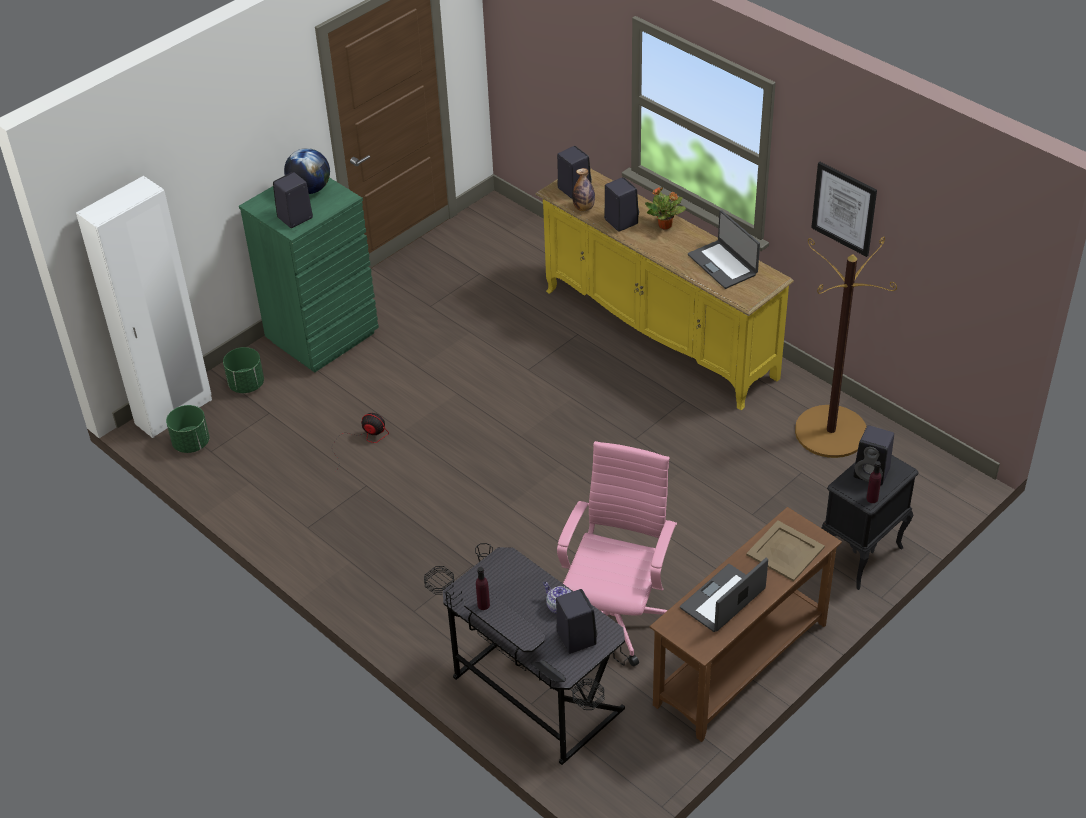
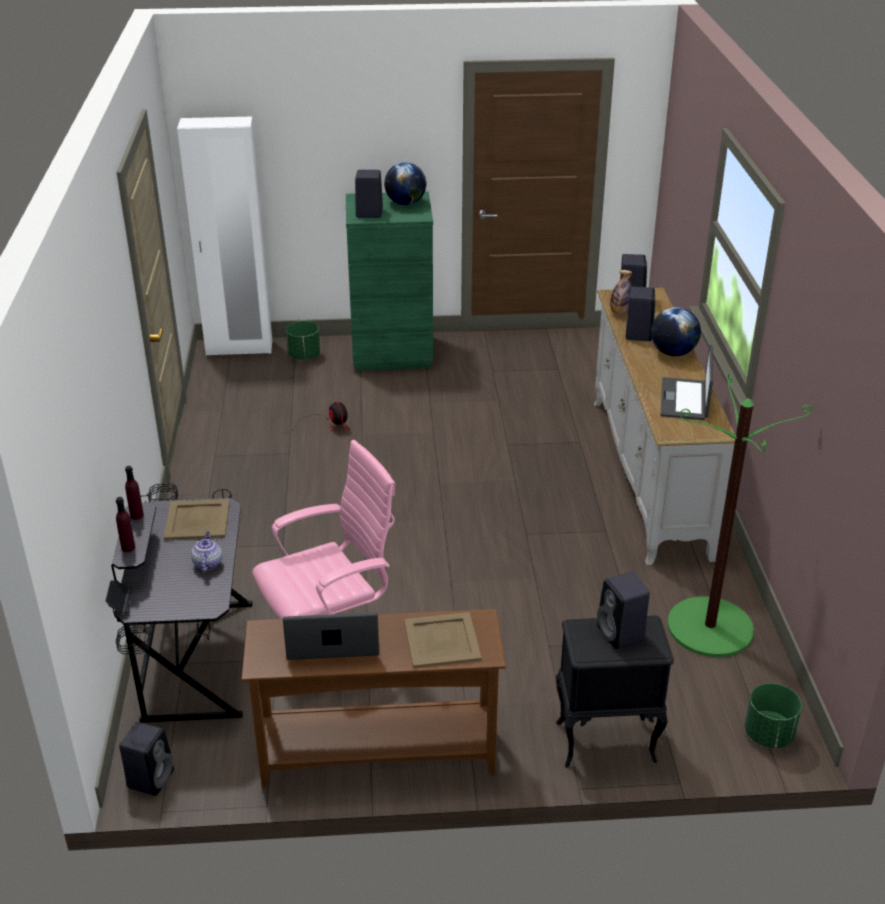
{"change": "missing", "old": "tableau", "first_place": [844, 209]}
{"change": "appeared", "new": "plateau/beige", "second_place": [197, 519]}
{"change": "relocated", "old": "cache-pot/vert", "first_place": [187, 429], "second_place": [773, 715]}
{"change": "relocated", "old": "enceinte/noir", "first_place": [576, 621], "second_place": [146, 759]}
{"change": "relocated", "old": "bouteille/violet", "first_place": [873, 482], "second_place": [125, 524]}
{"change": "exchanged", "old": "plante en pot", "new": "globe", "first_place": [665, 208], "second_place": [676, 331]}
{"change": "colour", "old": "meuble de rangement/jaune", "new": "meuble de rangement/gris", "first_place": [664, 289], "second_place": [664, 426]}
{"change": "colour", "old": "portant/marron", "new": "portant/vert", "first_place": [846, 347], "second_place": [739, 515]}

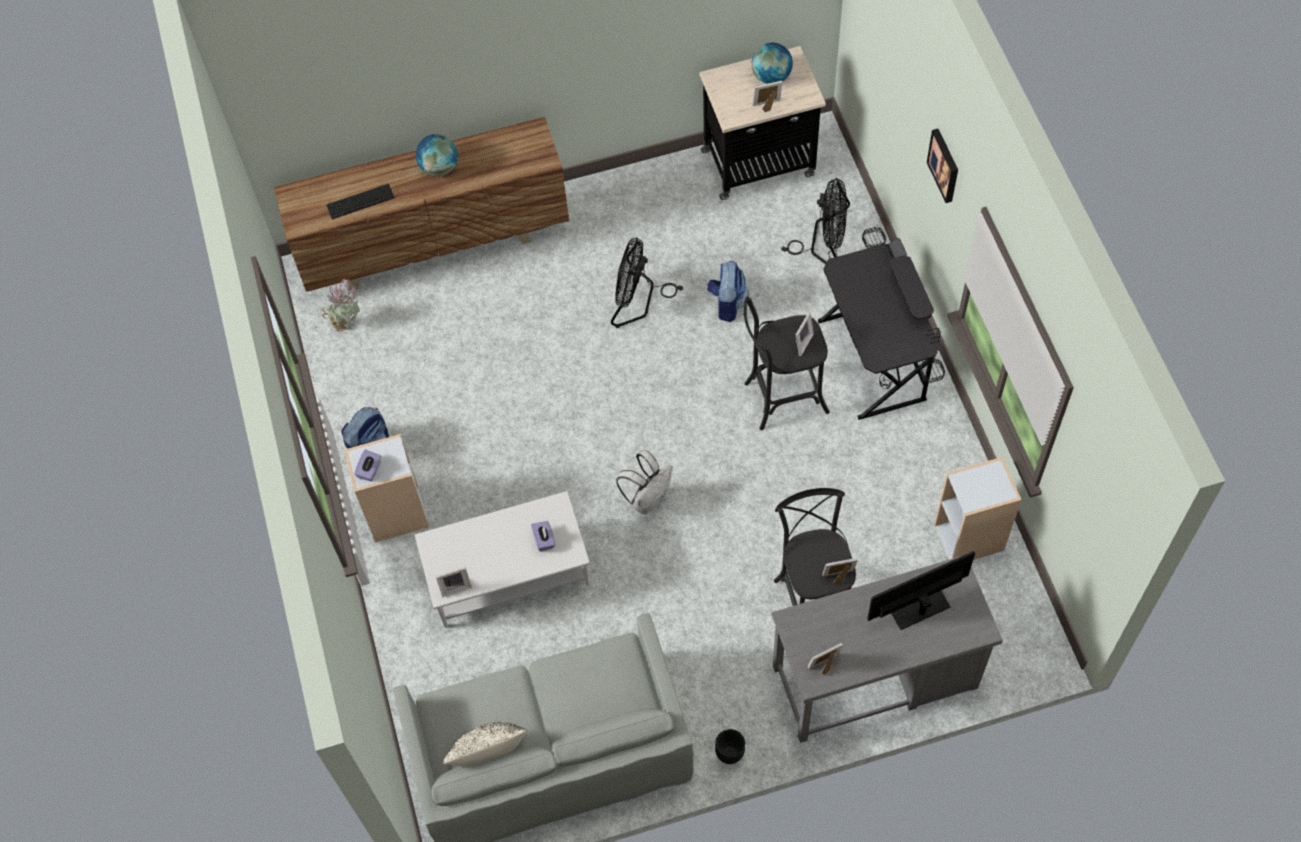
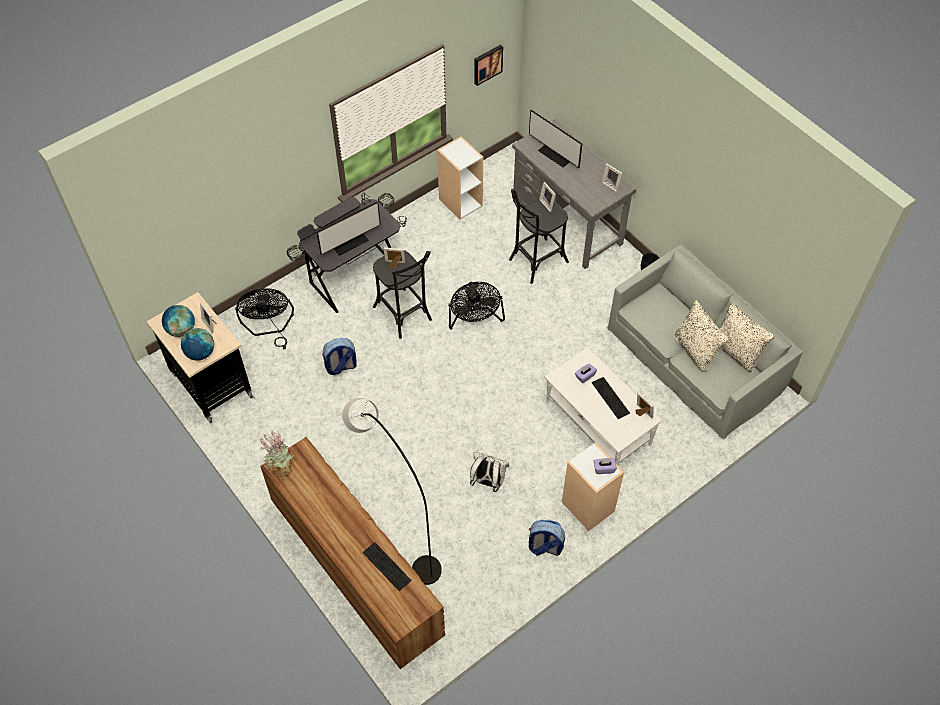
{"change": "appeared", "new": "écran d'ordinateur", "second_place": [349, 228]}
{"change": "appeared", "new": "lampadaire/gris", "second_place": [392, 491]}
{"change": "appeared", "new": "clavier", "second_place": [611, 398]}
{"change": "appeared", "new": "coussin/beige", "second_place": [701, 336]}
{"change": "relocated", "old": "plante en pot", "first_place": [340, 306], "second_place": [277, 455]}
{"change": "relocated", "old": "globe", "first_place": [437, 155], "second_place": [197, 344]}
{"change": "relocated", "old": "ventilateur/noir", "first_place": [647, 282], "second_place": [476, 306]}
{"change": "relocated", "old": "sac à dos/blanc", "first_place": [644, 482], "second_place": [489, 472]}
{"change": "relocated", "old": "tableau", "first_place": [942, 166], "second_place": [488, 65]}

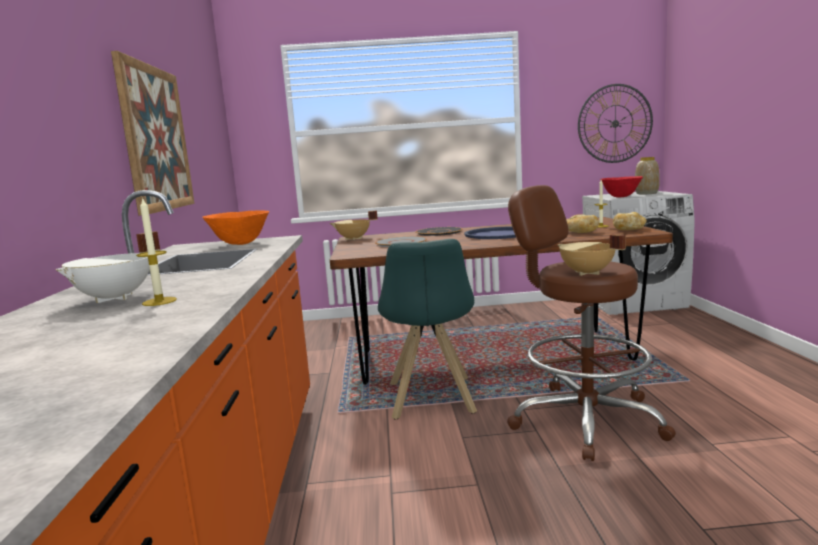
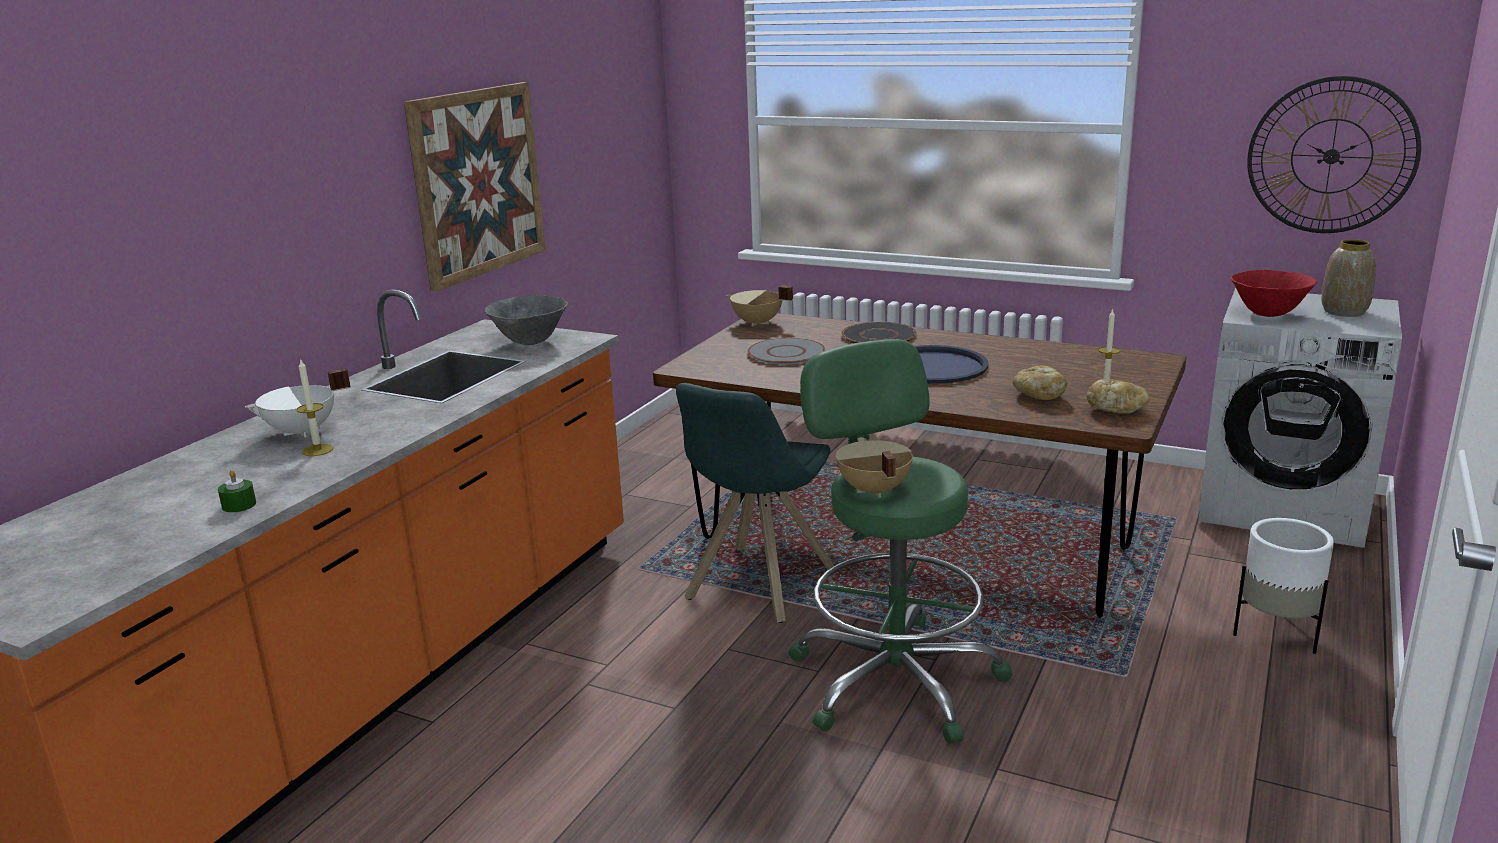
{"change": "appeared", "new": "bougie/vert", "second_place": [237, 491]}
{"change": "appeared", "new": "cache-pot/blanc", "second_place": [1283, 586]}
{"change": "colour", "old": "bol/orange", "new": "bol/gris", "first_place": [235, 227], "second_place": [526, 320]}
{"change": "colour", "old": "tabouret/marron", "new": "tabouret/vert", "first_place": [591, 323], "second_place": [901, 541]}

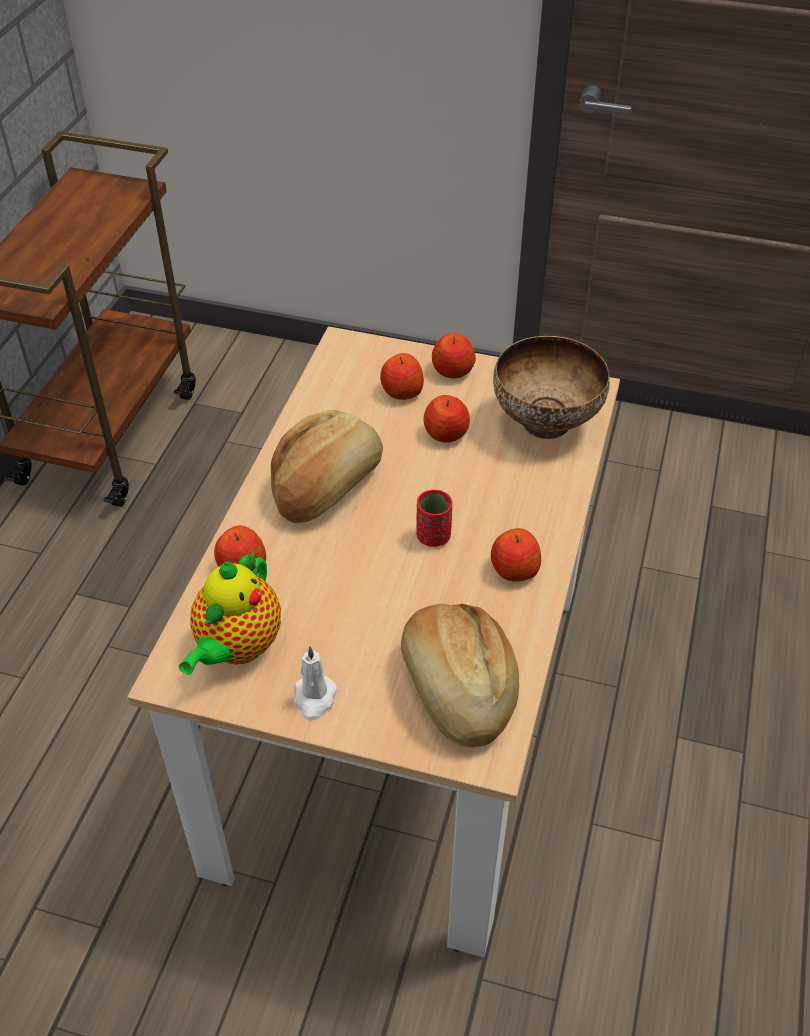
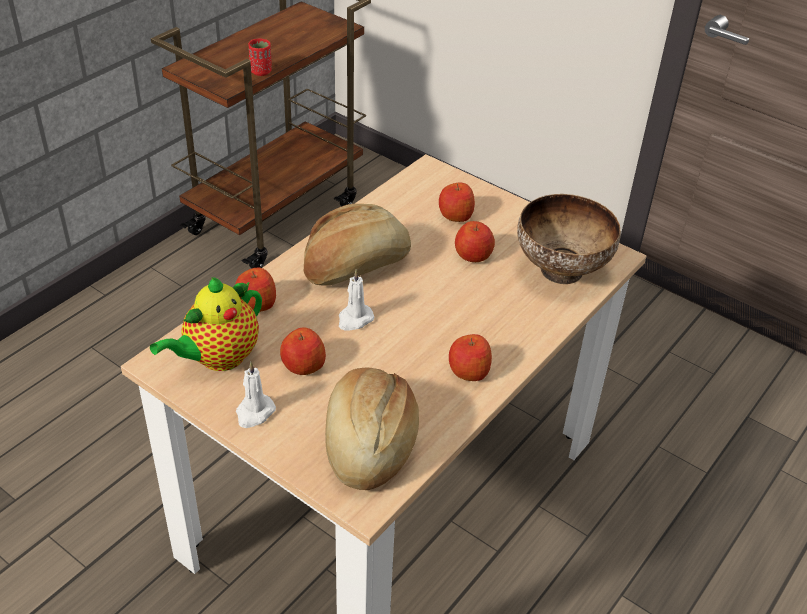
{"change": "appeared", "new": "bougie/blanc", "second_place": [356, 300]}
{"change": "relocated", "old": "tasse/rouge", "first_place": [434, 518], "second_place": [260, 57]}
{"change": "relocated", "old": "pomme", "first_place": [454, 355], "second_place": [303, 351]}

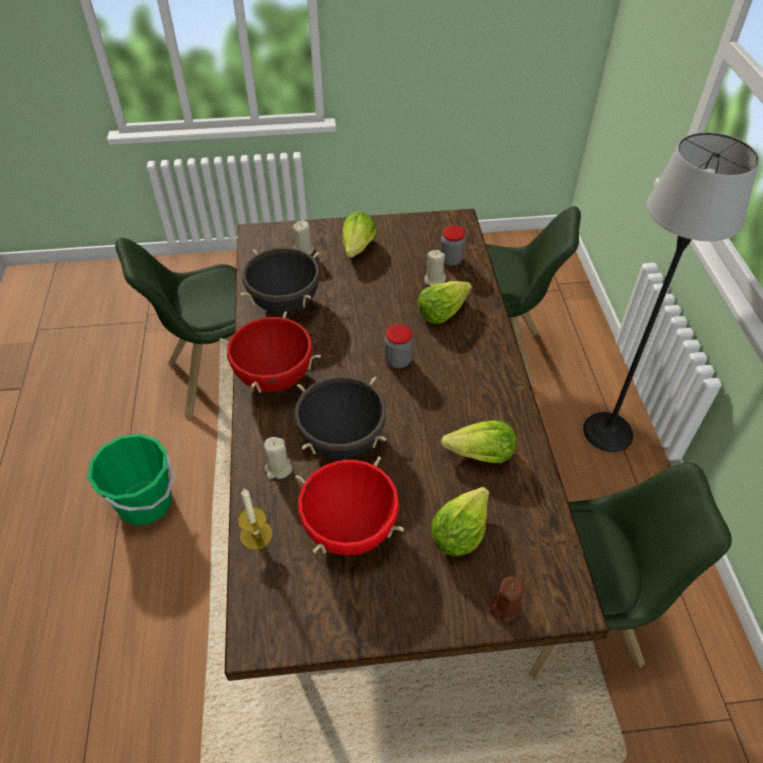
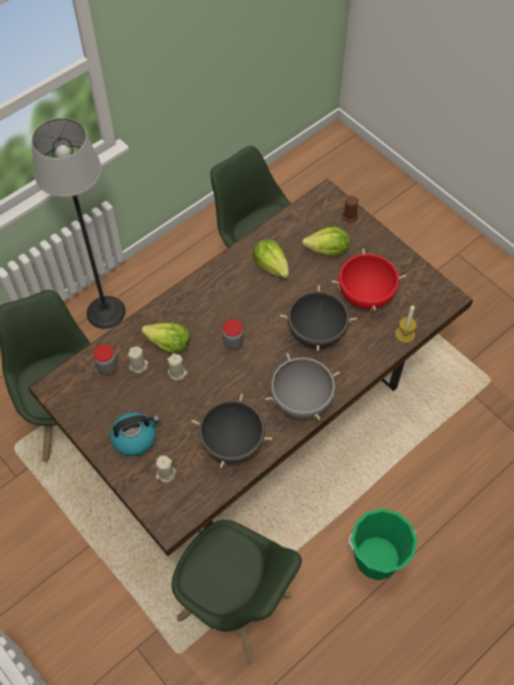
{"change": "relocated", "old": "bougie/beige", "first_place": [278, 458], "second_place": [177, 367]}
{"change": "exchanged", "old": "laitue", "new": "bouilloire", "first_place": [359, 234], "second_place": [135, 434]}
{"change": "colour", "old": "marmite/rouge", "new": "marmite/gris", "first_place": [270, 352], "second_place": [303, 386]}

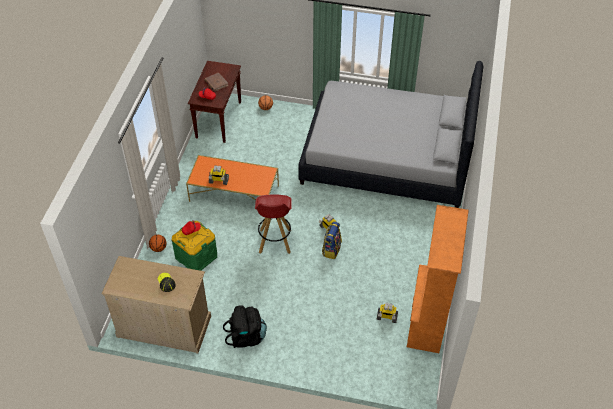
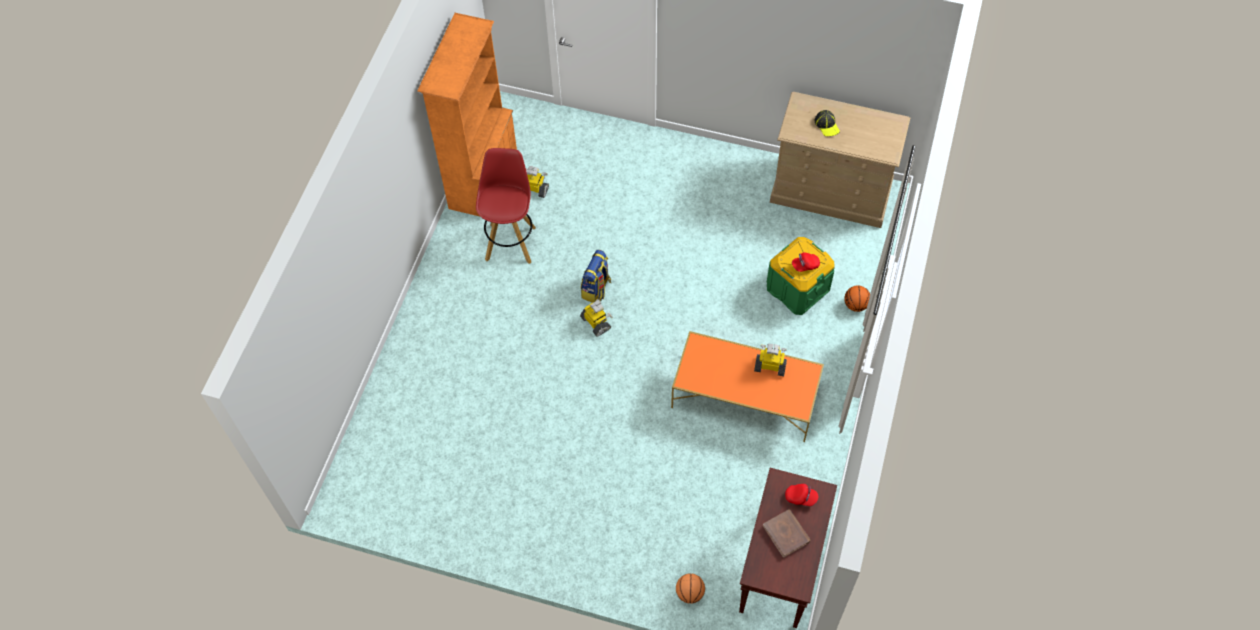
{"change": "missing", "old": "sac à dos/noir", "first_place": [245, 326]}
{"change": "missing", "old": "lit/gris", "first_place": [390, 134]}
{"change": "relocated", "old": "tabouret/rouge", "first_place": [273, 224], "second_place": [506, 206]}

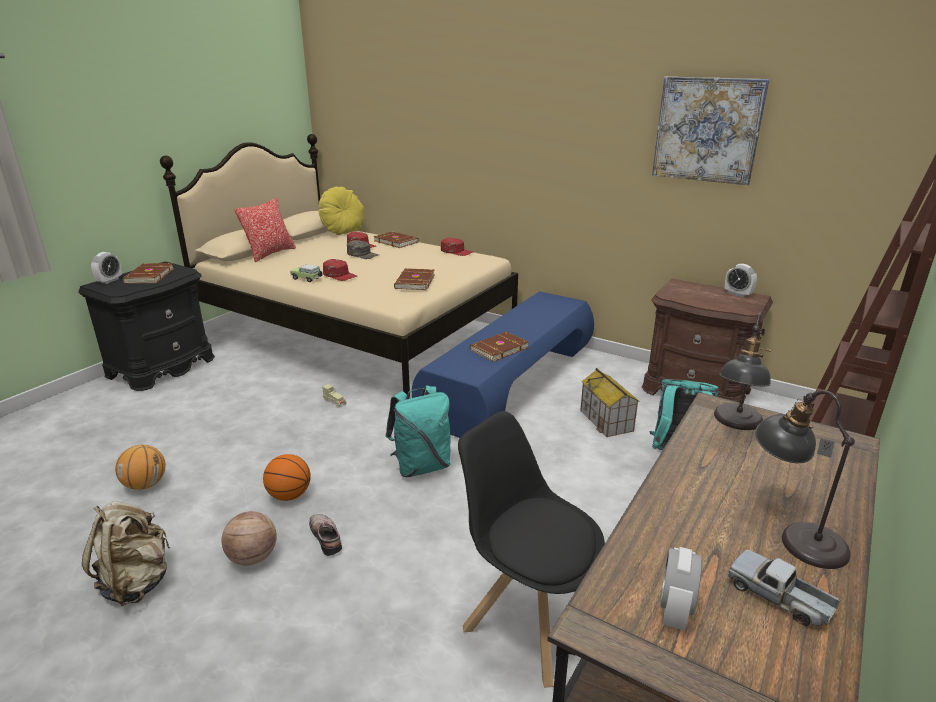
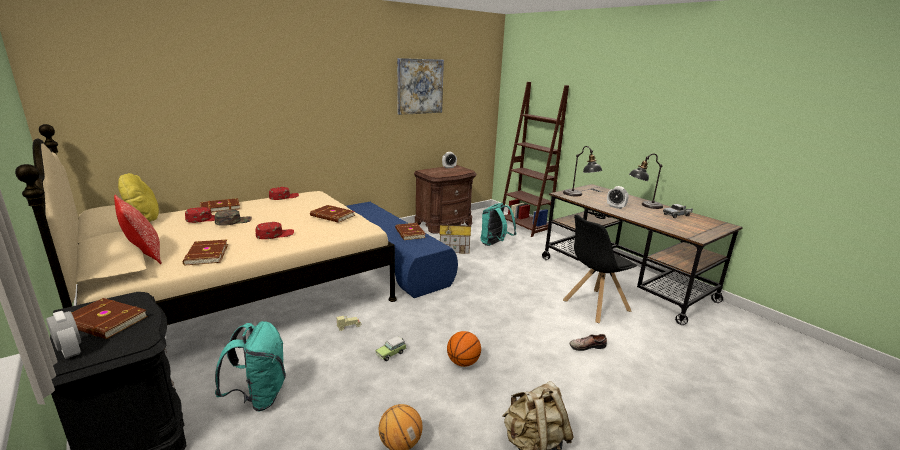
{"change": "missing", "old": "ballon de basket", "first_place": [249, 538]}
{"change": "appeared", "new": "livre/marron", "second_place": [205, 252]}
{"change": "relocated", "old": "petite voiture", "first_place": [306, 273], "second_place": [391, 348]}
{"change": "relocated", "old": "chaussure", "first_place": [325, 535], "second_place": [588, 342]}
{"change": "relocated", "old": "sac à dos/turquoise", "first_place": [418, 431], "second_place": [250, 366]}
{"change": "relocated", "old": "réveil", "first_place": [681, 588], "second_place": [618, 197]}

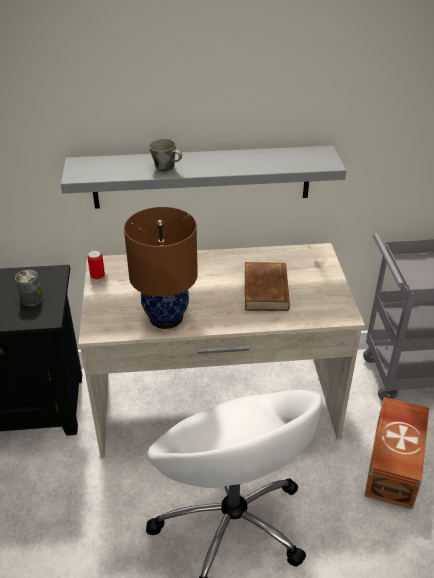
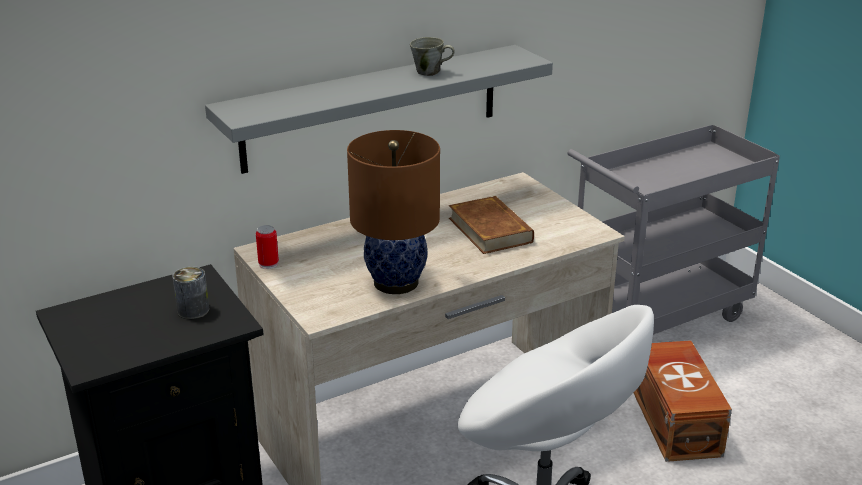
{"change": "relocated", "old": "mug/gris", "first_place": [165, 155], "second_place": [432, 56]}

